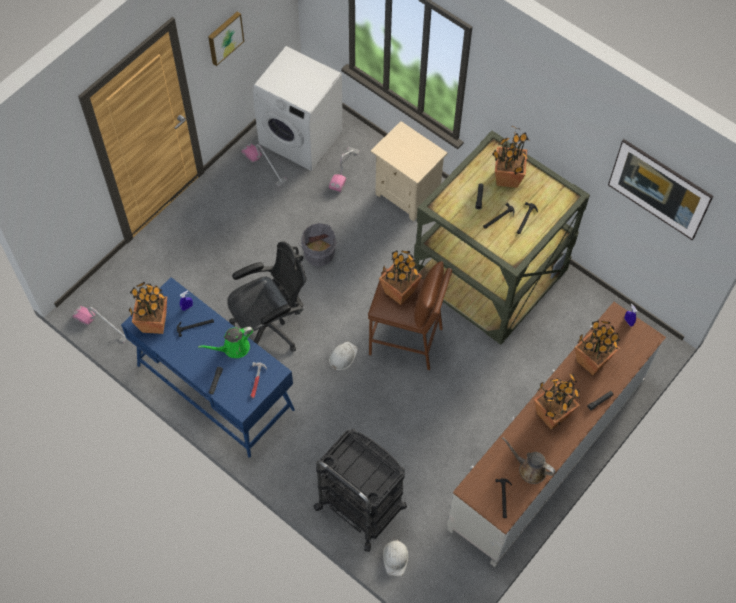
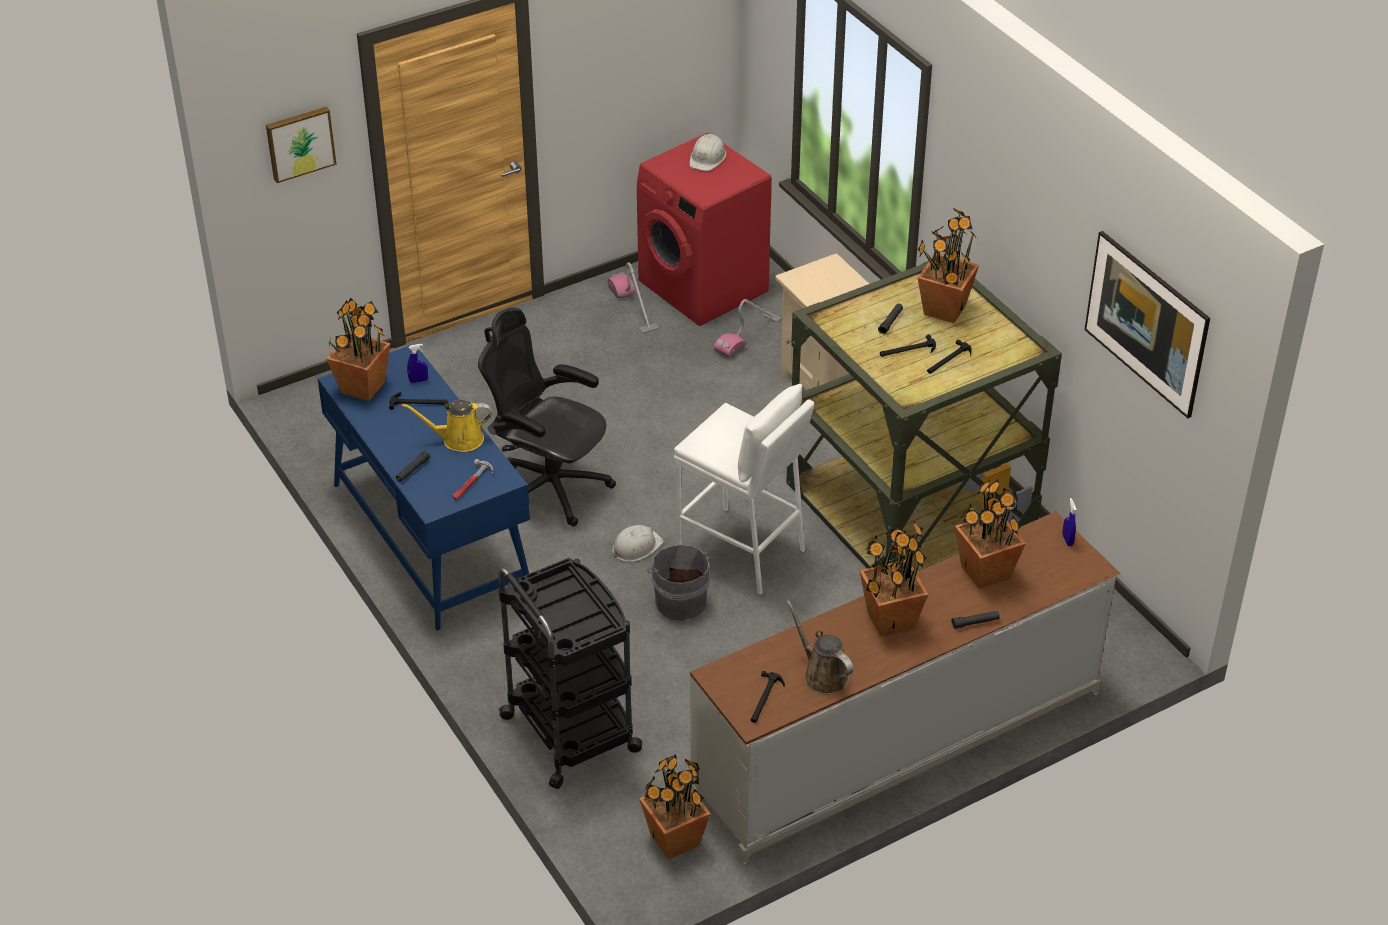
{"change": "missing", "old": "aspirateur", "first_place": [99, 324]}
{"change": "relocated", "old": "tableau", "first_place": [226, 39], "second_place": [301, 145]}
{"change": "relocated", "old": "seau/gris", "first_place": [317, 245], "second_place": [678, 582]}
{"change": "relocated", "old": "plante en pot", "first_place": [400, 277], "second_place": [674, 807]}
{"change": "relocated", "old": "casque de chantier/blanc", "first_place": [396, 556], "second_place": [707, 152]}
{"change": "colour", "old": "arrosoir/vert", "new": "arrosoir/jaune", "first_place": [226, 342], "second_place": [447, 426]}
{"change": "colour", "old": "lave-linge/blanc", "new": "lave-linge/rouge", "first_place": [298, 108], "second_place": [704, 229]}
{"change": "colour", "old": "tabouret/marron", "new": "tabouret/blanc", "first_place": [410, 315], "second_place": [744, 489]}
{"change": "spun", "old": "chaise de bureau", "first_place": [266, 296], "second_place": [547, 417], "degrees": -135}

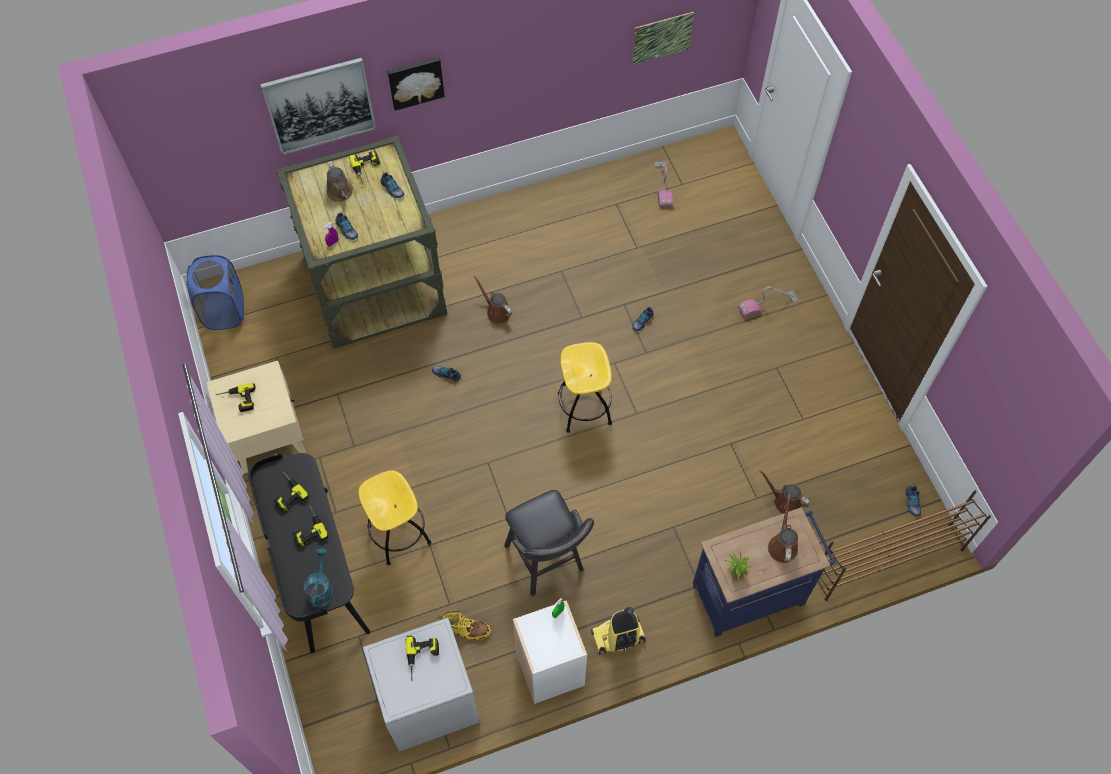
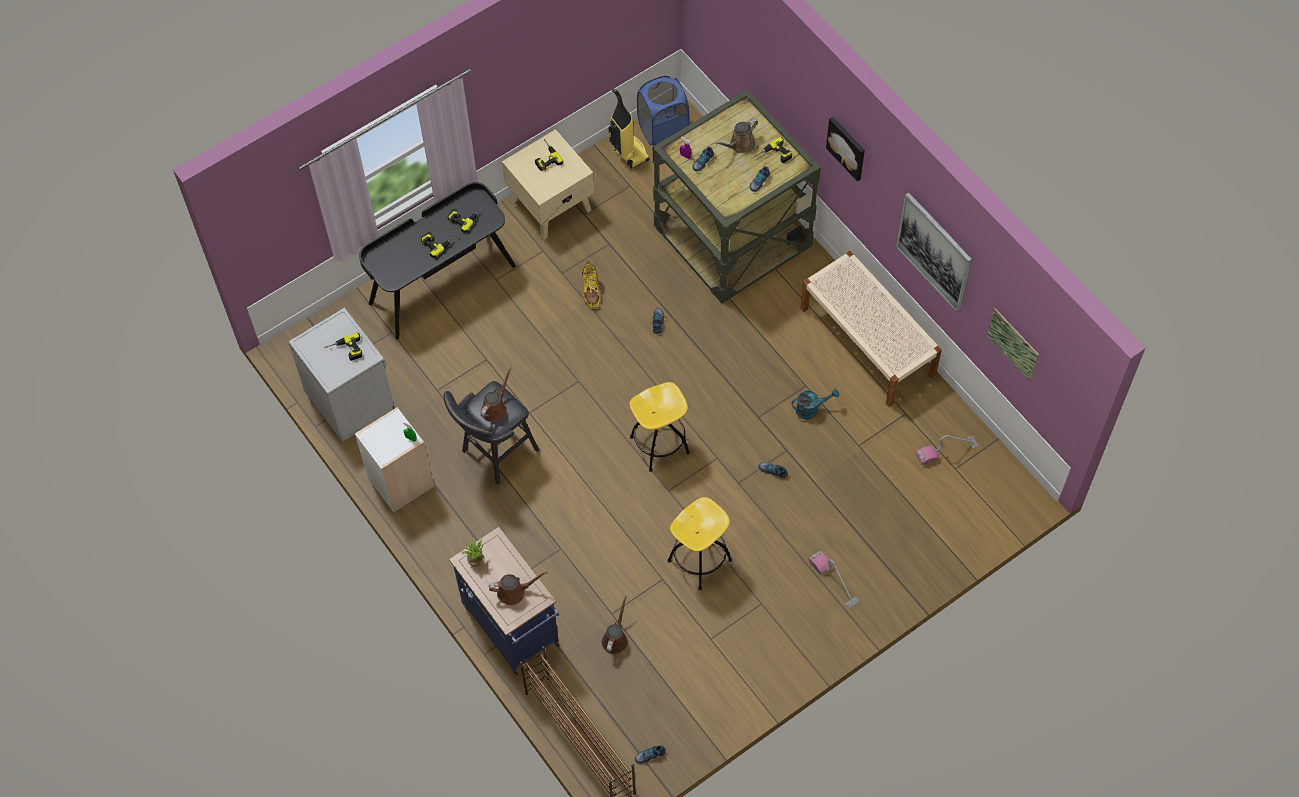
{"change": "appeared", "new": "banc/beige", "second_place": [871, 329]}
{"change": "relocated", "old": "tableau", "first_place": [318, 106], "second_place": [934, 252]}
{"change": "relocated", "old": "arrosoir/turquoise", "first_place": [318, 578], "second_place": [815, 404]}
{"change": "relocated", "old": "tabouret/jaune", "first_place": [395, 517], "second_place": [700, 543]}
{"change": "relocated", "old": "botte/jaune", "first_place": [464, 625], "second_place": [591, 285]}
{"change": "relocated", "old": "arrosoir/marron", "first_place": [493, 299], "second_place": [496, 394]}
{"change": "relocated", "old": "aspirateur", "first_place": [618, 631], "second_place": [629, 129]}

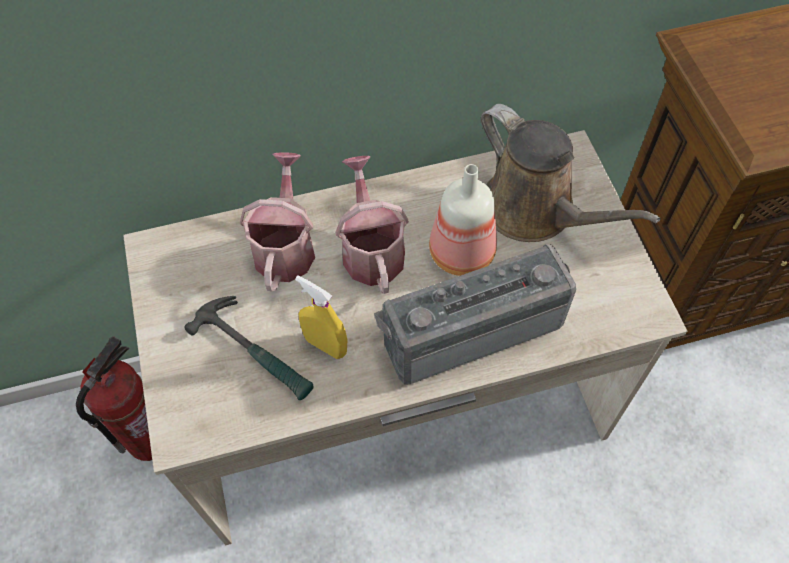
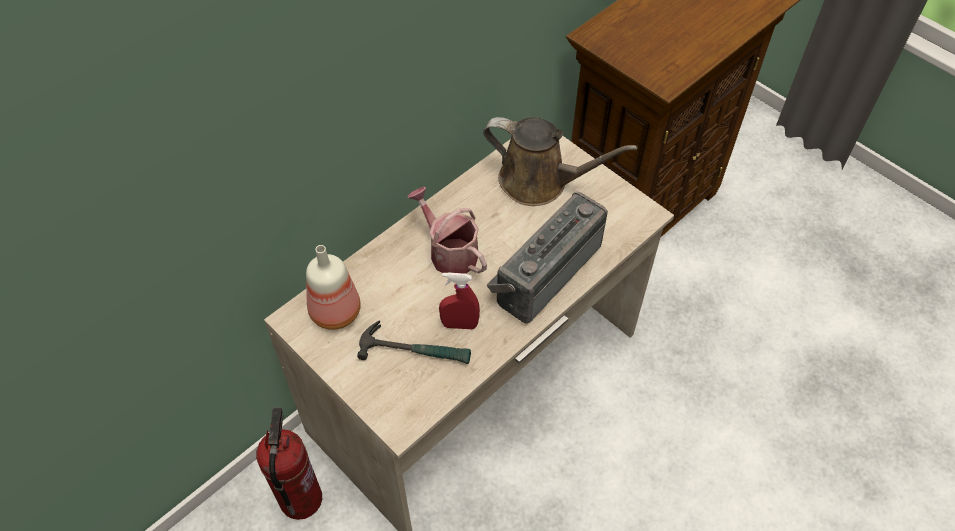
{"change": "missing", "old": "arrosoir", "first_place": [277, 221]}
{"change": "relocated", "old": "bouteille", "first_place": [463, 220], "second_place": [333, 287]}
{"change": "colour", "old": "vaporisateur/jaune", "new": "vaporisateur/rouge", "first_place": [321, 317], "second_place": [459, 300]}

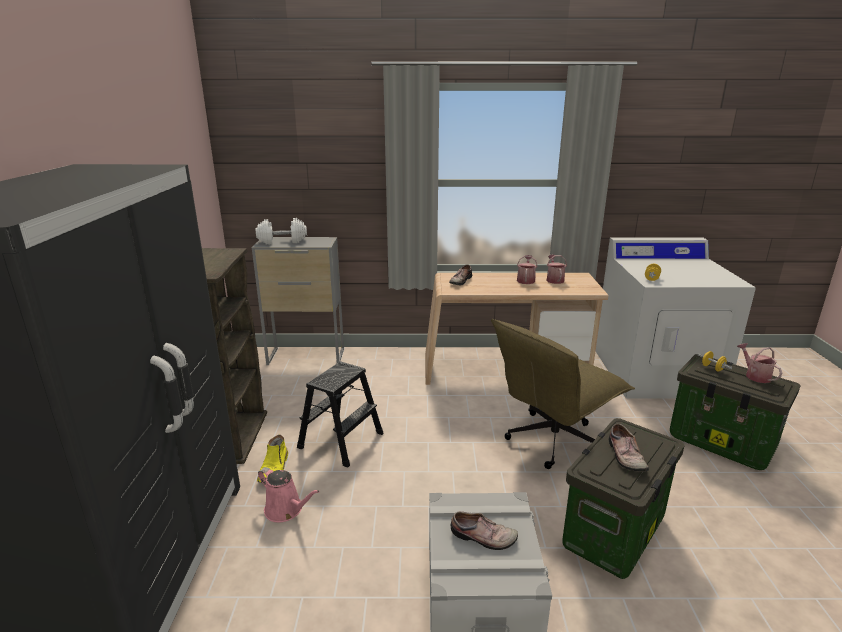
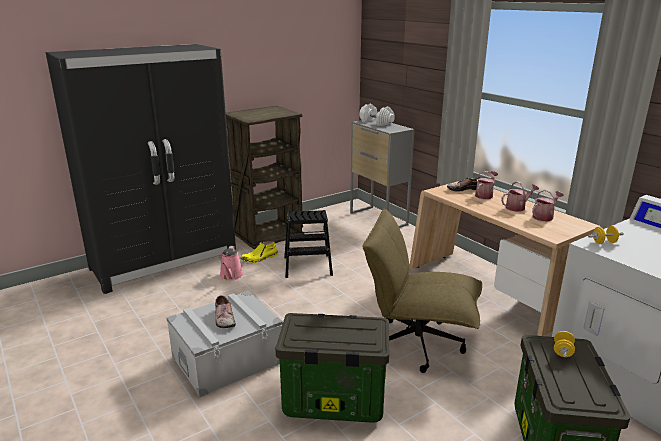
{"change": "missing", "old": "chaussure", "first_place": [629, 447]}
{"change": "relocated", "old": "arrosoir", "first_place": [760, 363], "second_place": [486, 185]}

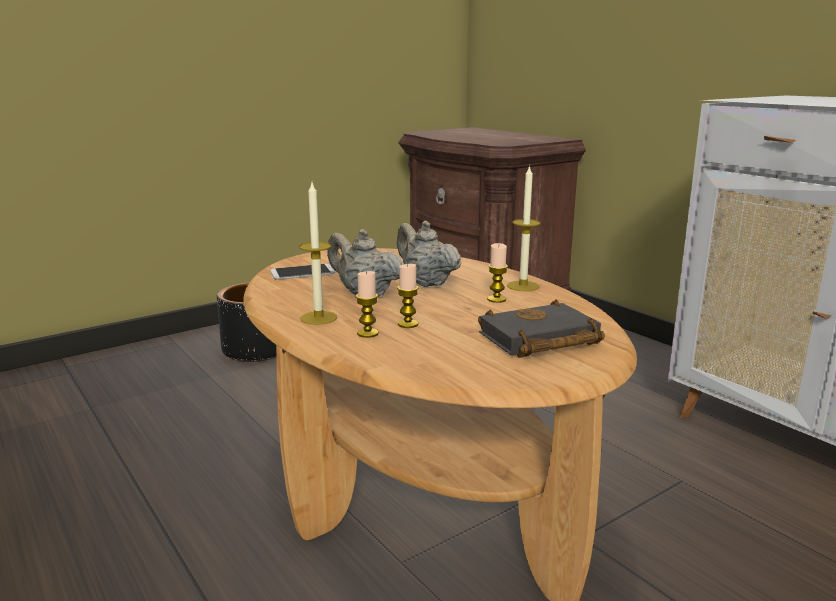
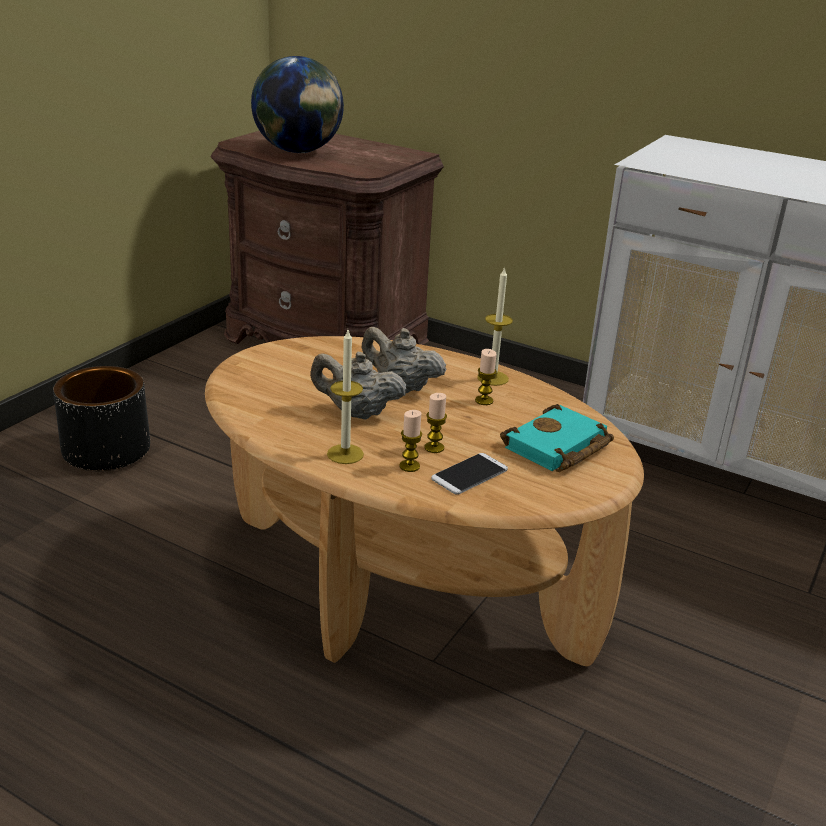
{"change": "appeared", "new": "globe", "second_place": [297, 104]}
{"change": "relocated", "old": "téléphone", "first_place": [302, 271], "second_place": [469, 474]}
{"change": "colour", "old": "livre/noir", "new": "livre/turquoise", "first_place": [541, 329], "second_place": [557, 438]}

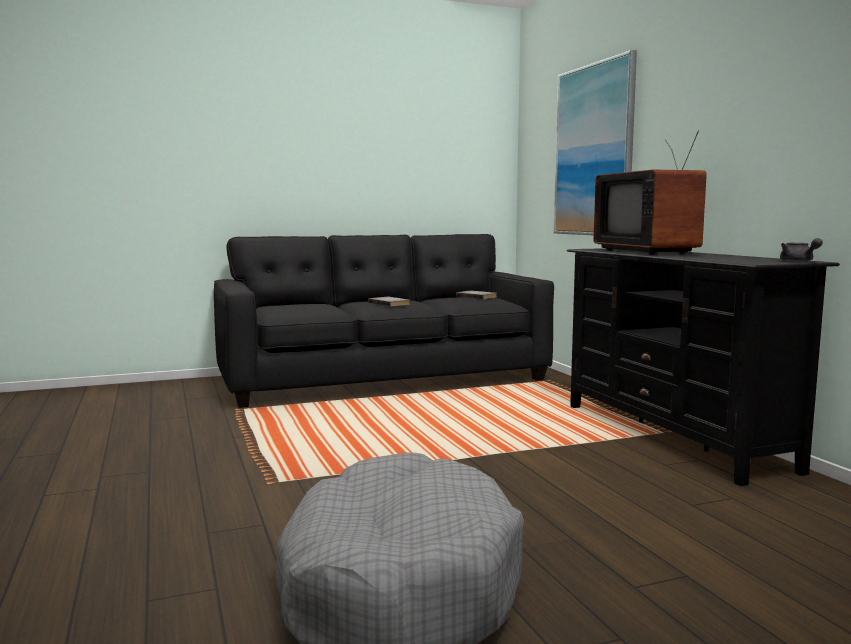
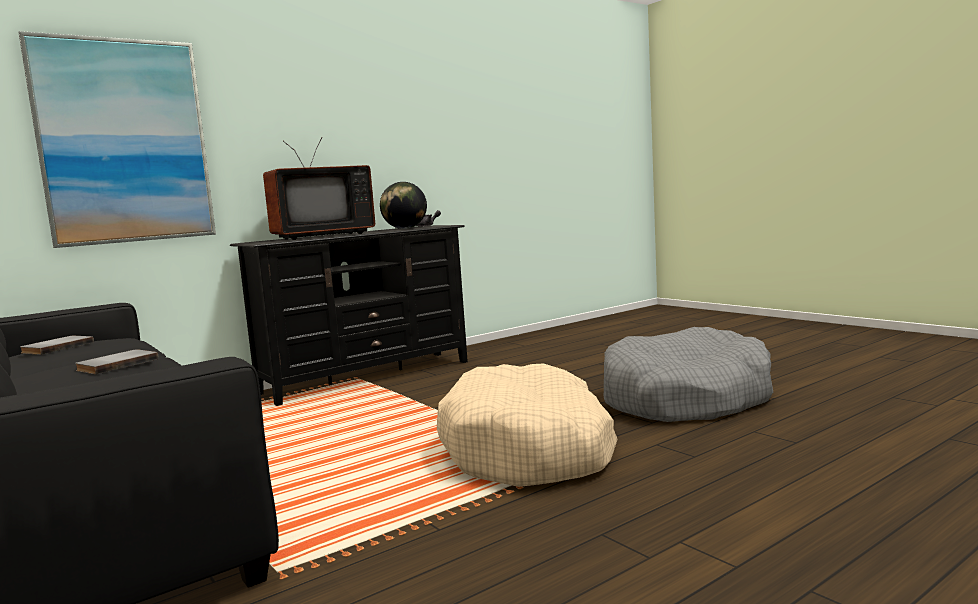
{"change": "appeared", "new": "globe", "second_place": [403, 205]}
{"change": "appeared", "new": "panier pour chien/beige", "second_place": [527, 425]}

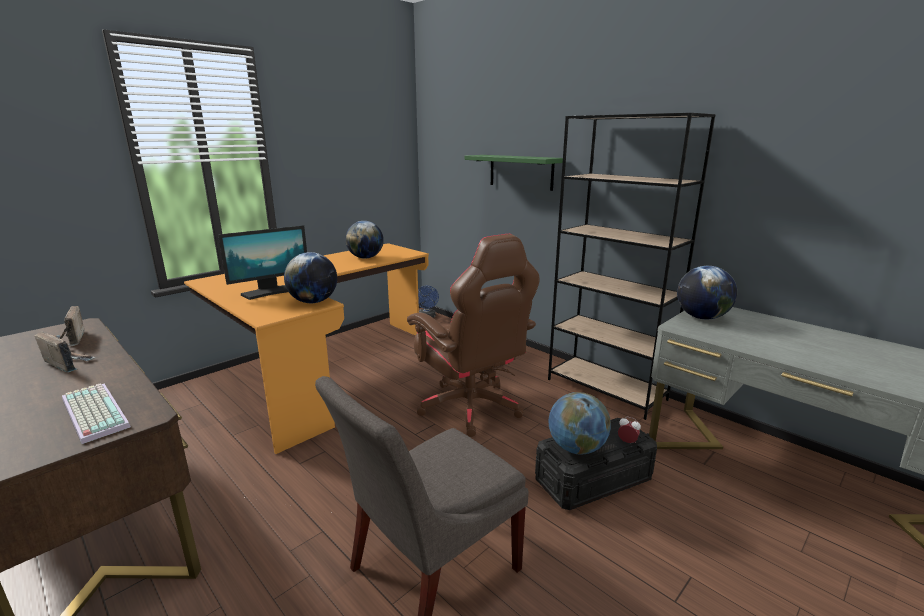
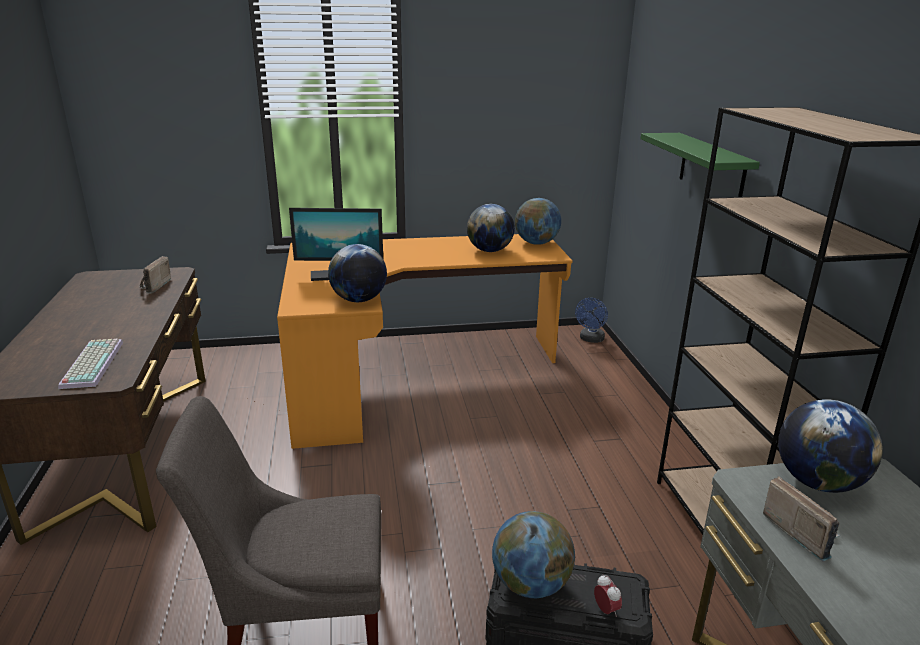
{"change": "missing", "old": "chaise de bureau/marron", "first_place": [473, 335]}
{"change": "appeared", "new": "globe", "second_place": [538, 221]}
{"change": "relocated", "old": "radio", "first_place": [65, 352], "second_place": [801, 519]}

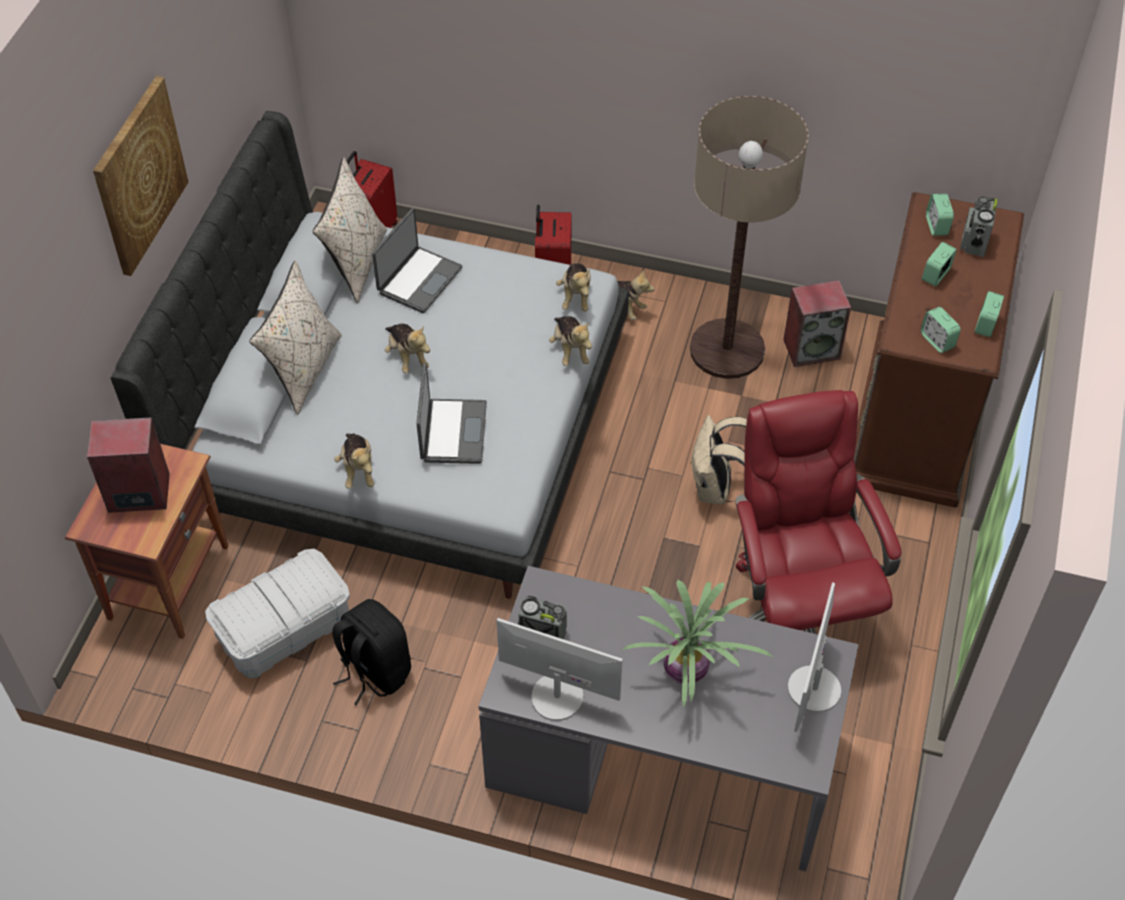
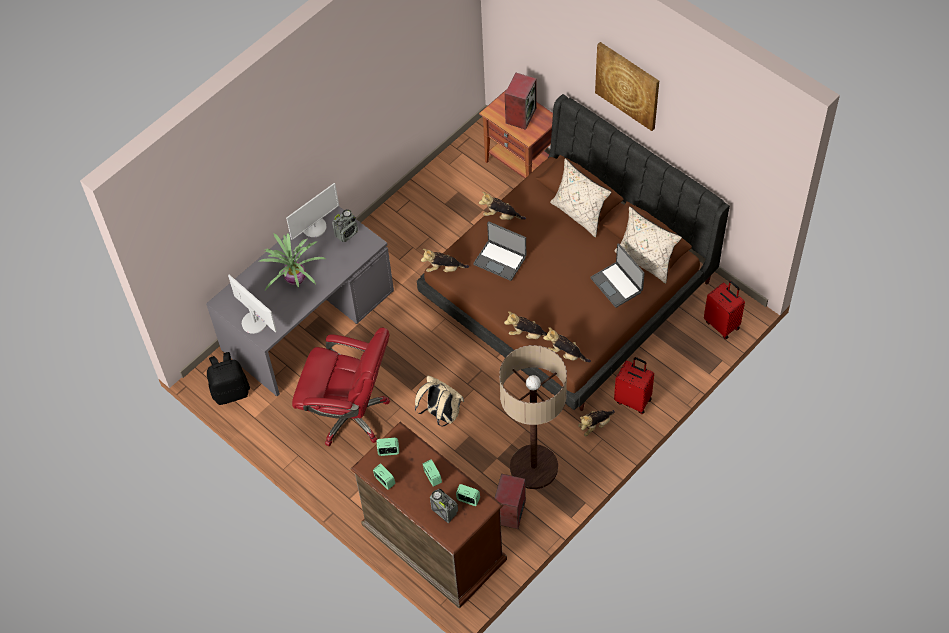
{"change": "missing", "old": "boîte de rangement/blanc", "first_place": [277, 614]}
{"change": "relocated", "old": "sac à dos/noir", "first_place": [371, 652], "second_place": [228, 378]}
{"change": "relocated", "old": "peluche", "first_place": [407, 348], "second_place": [445, 260]}
{"change": "colour", "old": "lit/gris", "new": "lit/marron", "first_place": [370, 355], "second_place": [573, 252]}

